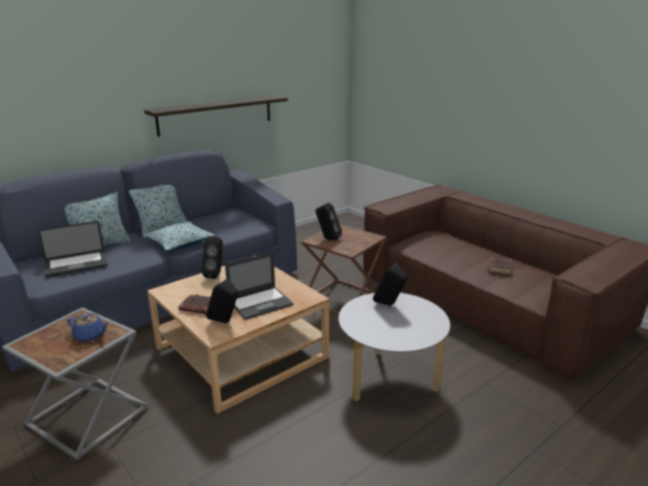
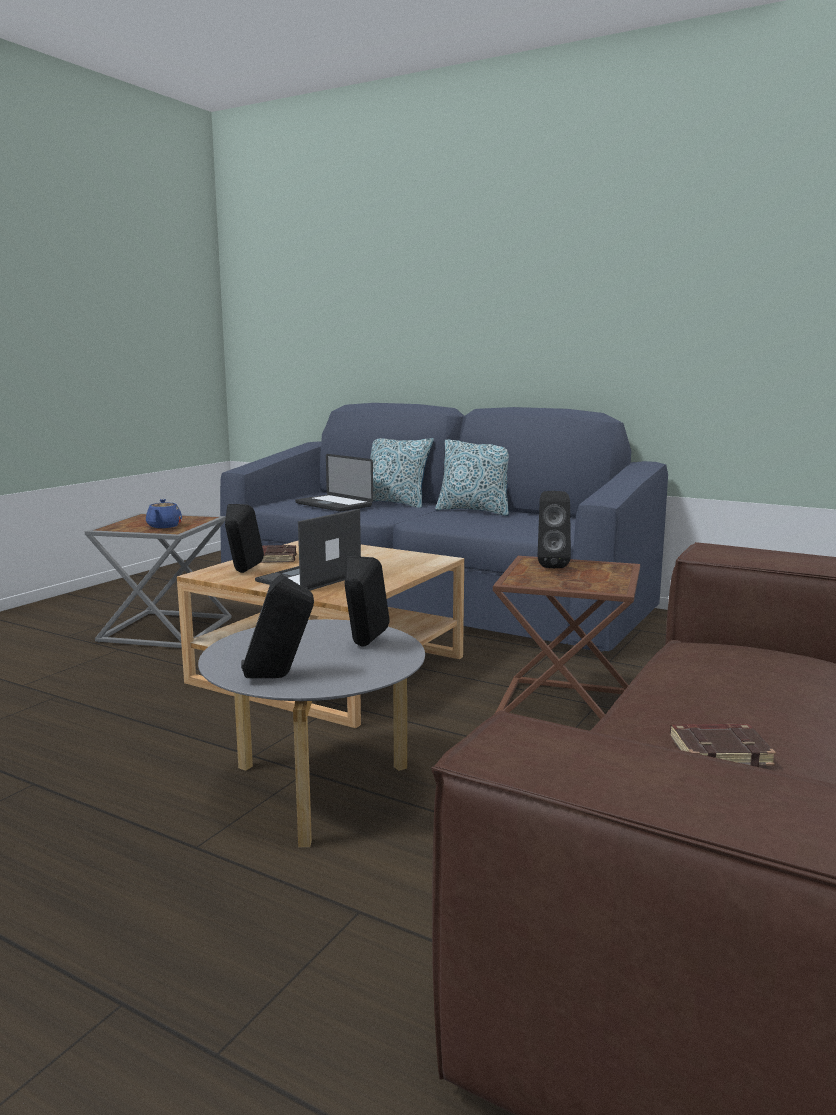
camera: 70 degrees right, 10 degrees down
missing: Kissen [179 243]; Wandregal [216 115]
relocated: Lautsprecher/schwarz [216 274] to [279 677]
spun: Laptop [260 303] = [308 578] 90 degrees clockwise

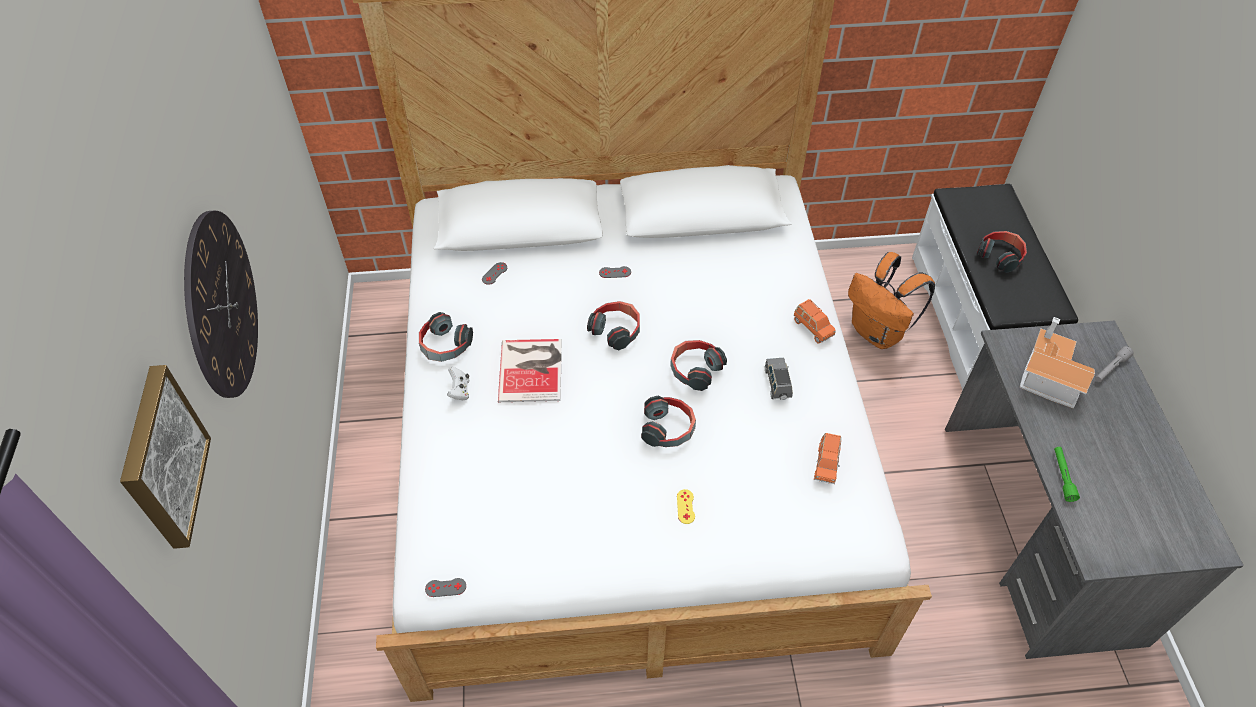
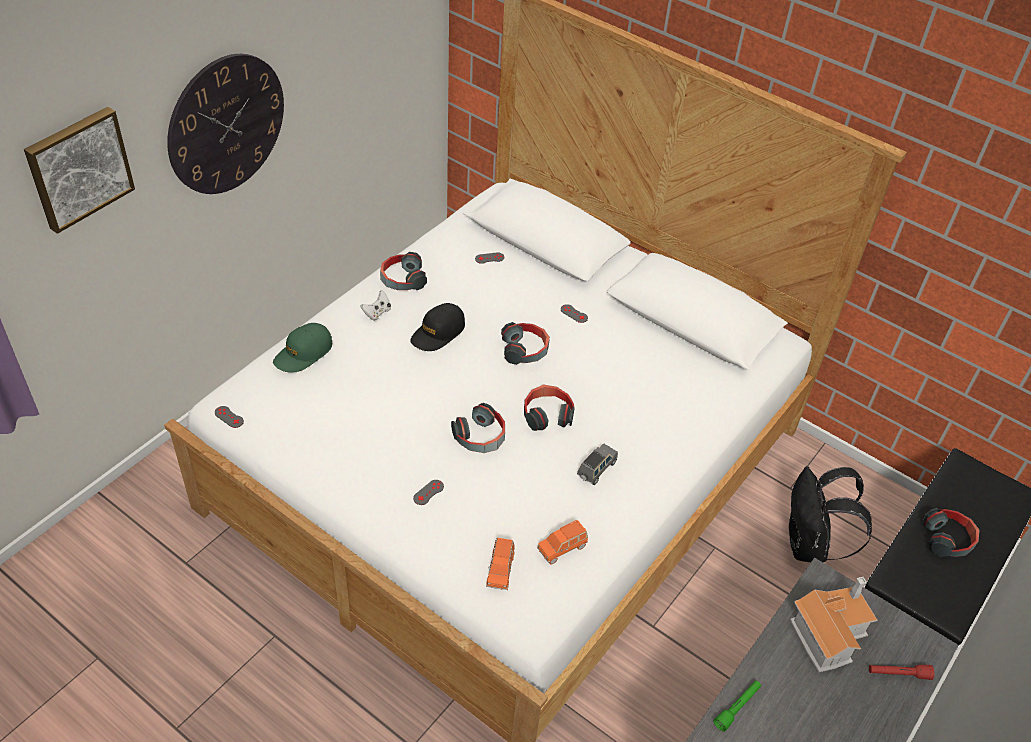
camera: 40 degrees right, 5 degrees down
appeared: Kappe/grün [303 353]
relocated: Spielzeugauto/orange [812 328] to [500 570]
exchanged: Buch [532 368] to Kappe/schwarz [438 333]
colour: Gamepad/gelb [685 506] to Gamepad/grau [428 492]; Rucksack/orange [878 333] to Rucksack/schwarz [809 546]; Taschenlampe/grau [1110 369] to Taschenlampe/rot [898 674]

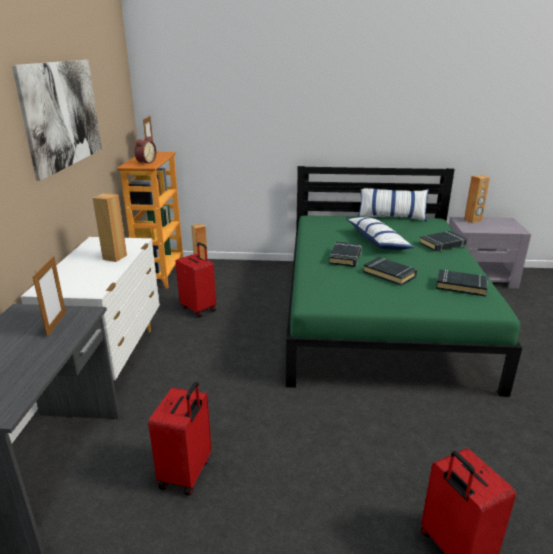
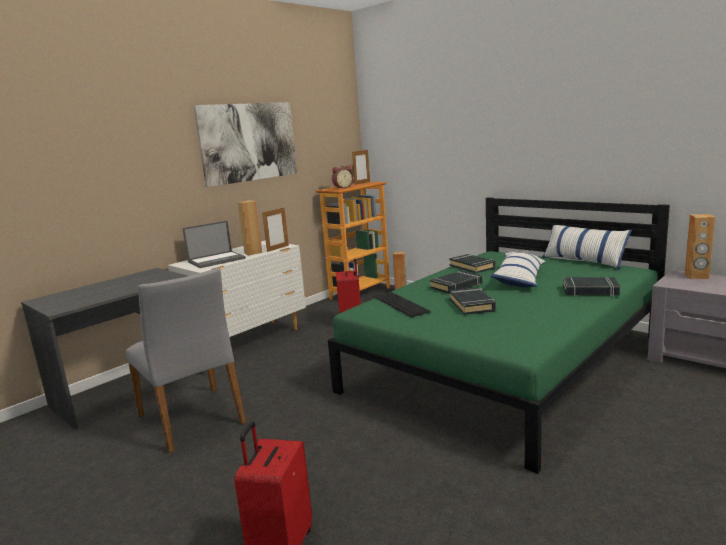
camera: 40 degrees right, 10 degrees down
appeared: Laptop [217 260]; Tastatur [400 304]
relocated: Bilderrahmen [56 324] to [278 248]; Buch/schwarz [461 286] to [472 267]
exchanged: Koffer/rot [187 473] to Stuhl/grau [193 419]

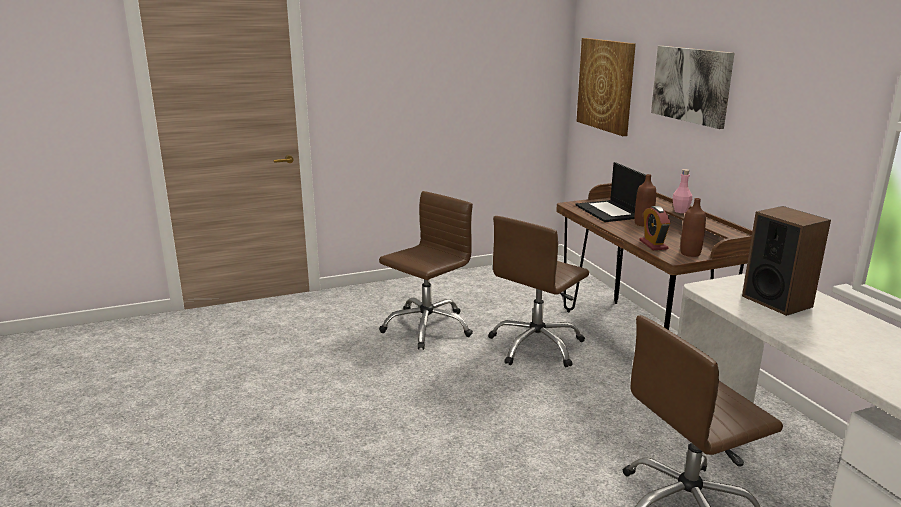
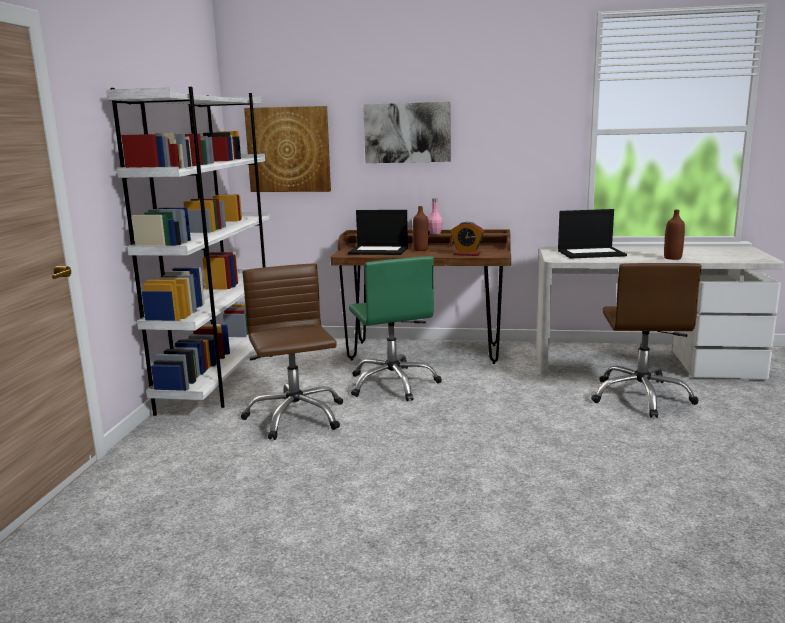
camera: 60 degrees left, 5 degrees down
appeared: Bücherregal/weiß [223 378]
relocated: Flasche/braun [690 253] to [672 258]
exchanged: Lautsprecher [777 301] to Laptop [591 253]
colour: Bürostuhl/braun [536 346] to Bürostuhl/grün [393 384]

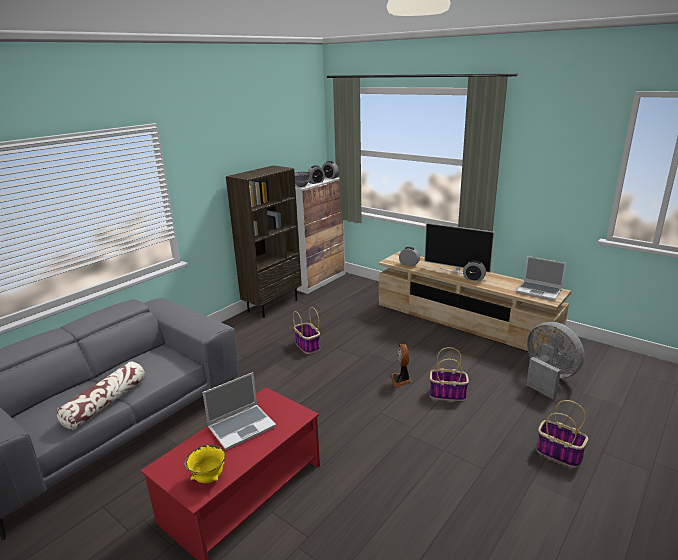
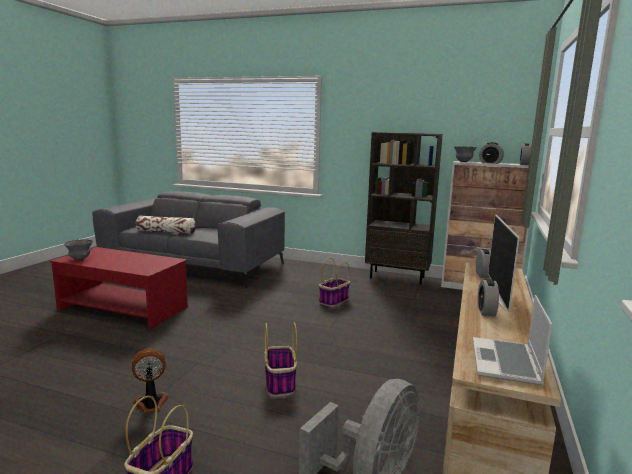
camera: 70 degrees right, 10 degrees down
missing: Laptop [242 427]
relocated: Ventilator [401 380] to [151 404]
colour: Schüssel/gelb [208 478] to Schüssel/grau [80 259]

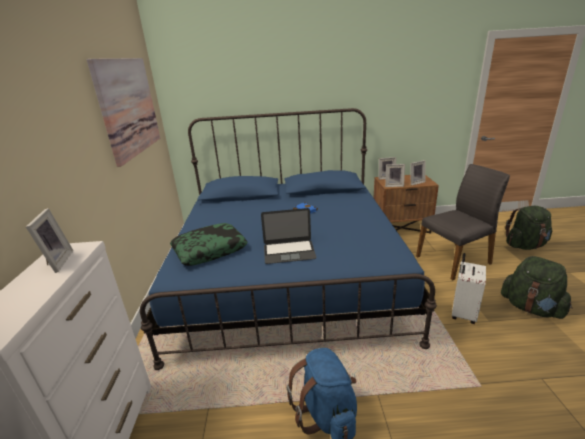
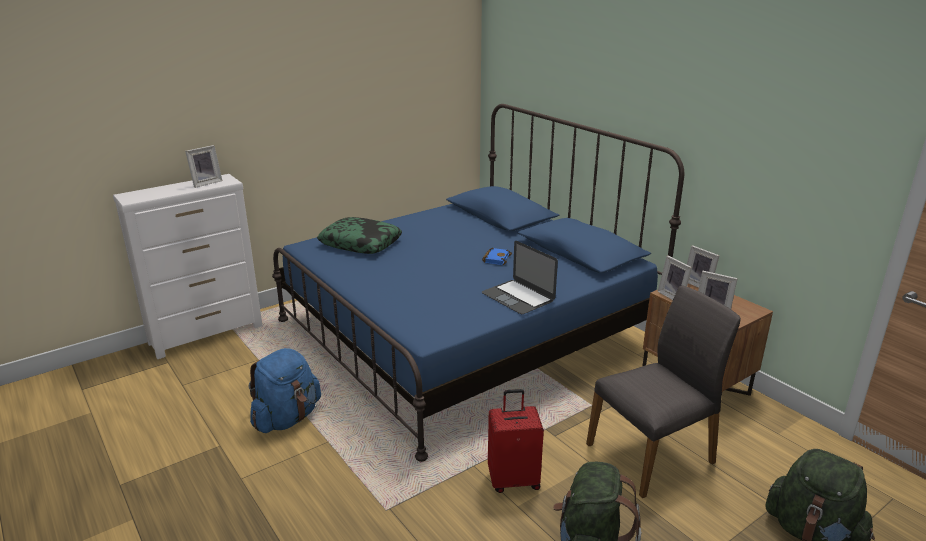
camera: 55 degrees right, 0 degrees up
missing: Bild [128 107]
relocated: Laptop [289 251] to [518 297]
colour: Koffer/weiß [462 313] to Koffer/rot [513 480]
spun: Stuhl/grau [454 260] = [652 453] 60 degrees counterclockwise

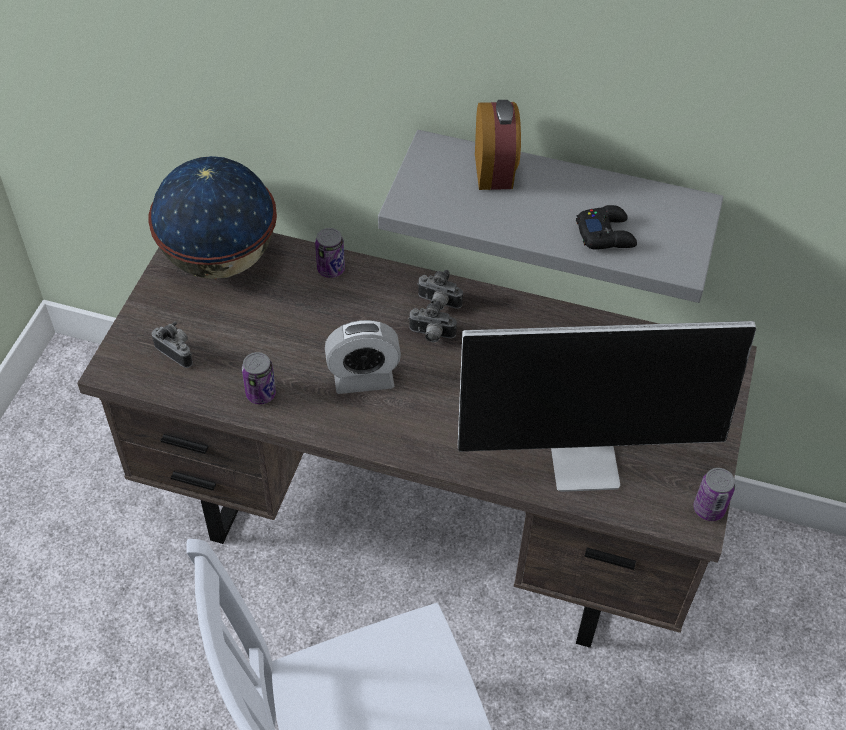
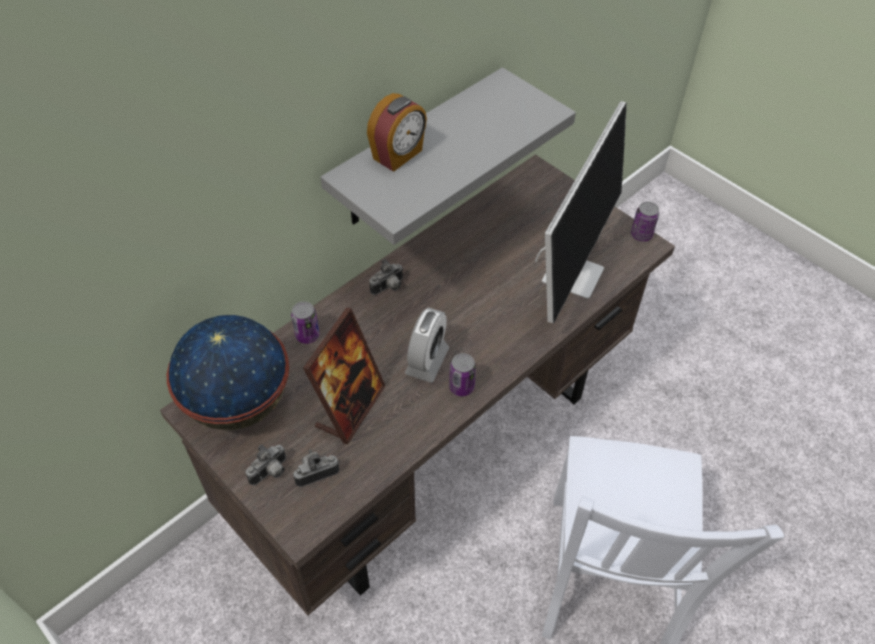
camera: 60 degrees left, 0 degrees up
missing: Gamepad/schwarz [606 234]
appeared: Bilderrahmen [350 407]
relocated: Kamera [431 335] to [270 473]; Dose [261 394] to [461 387]
spun: Wecker [495 171] = [398 155] 105 degrees clockwise

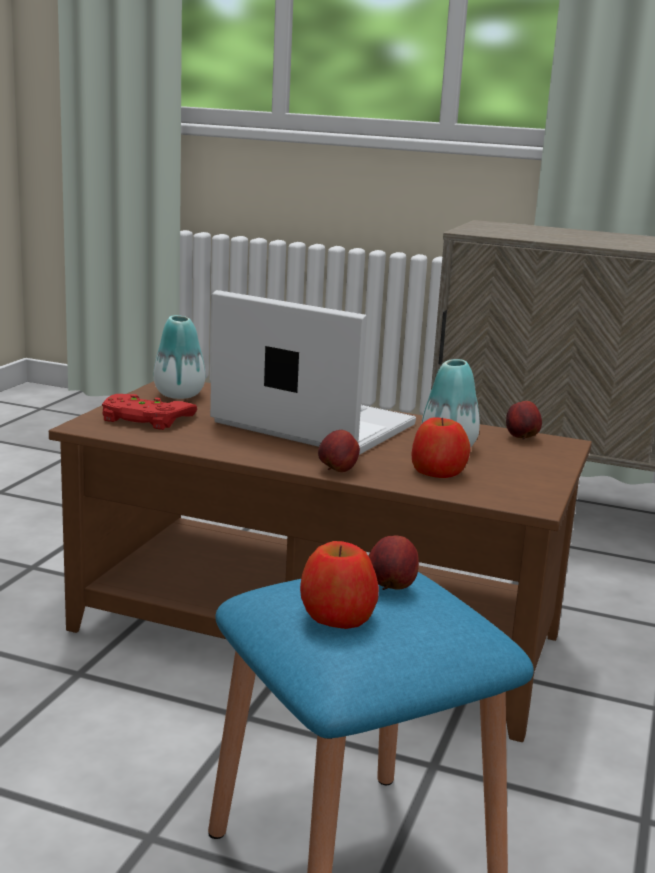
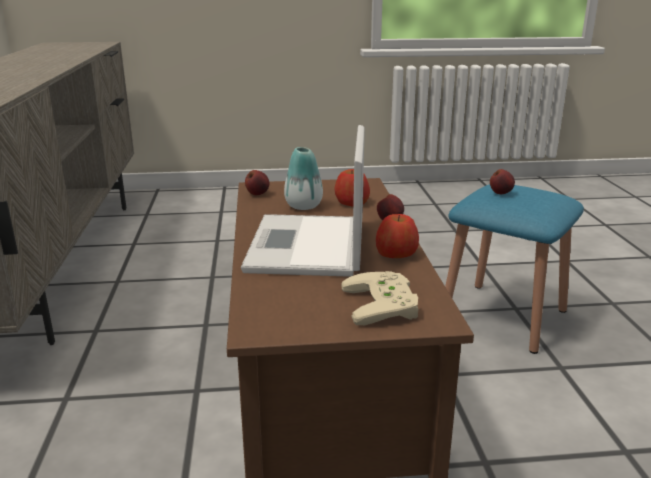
camera: 115 degrees left, 5 degrees up
missing: Vase [179 395]
relocated: Apfel [337 616] to [396 254]
colour: Gamepad/rot [144 419] to Gamepad/beige [385 304]

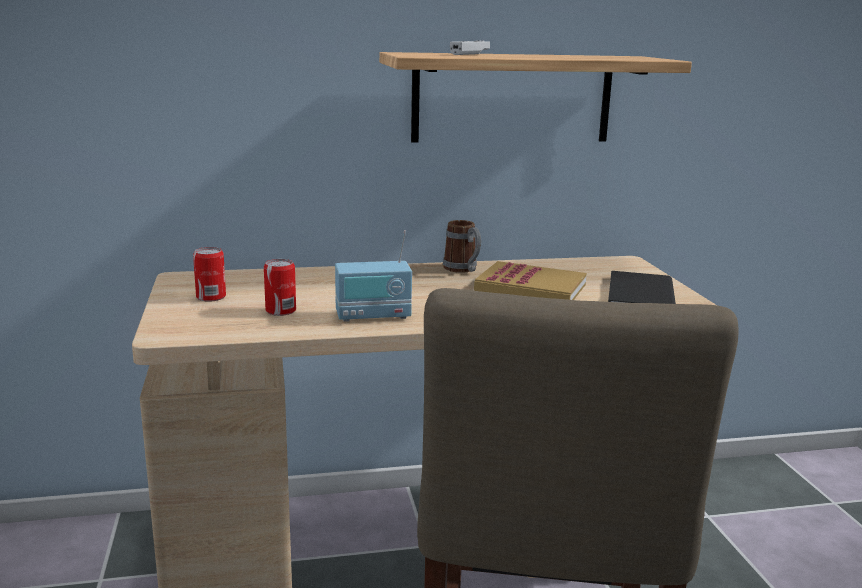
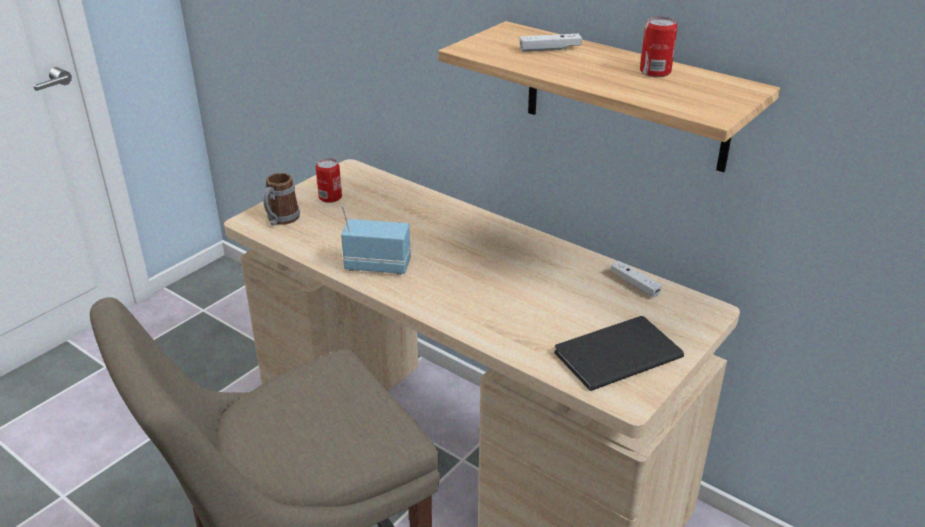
camera: 50 degrees right, 15 degrees up
missing: Buch [530 288]
appeared: Gamepad/weiß [634 284]
relocated: Henkelbecher [463 270] to [280 220]; Dose [281 311] to [655 72]
spun: Radio [373 316] = [378 266] 150 degrees clockwise

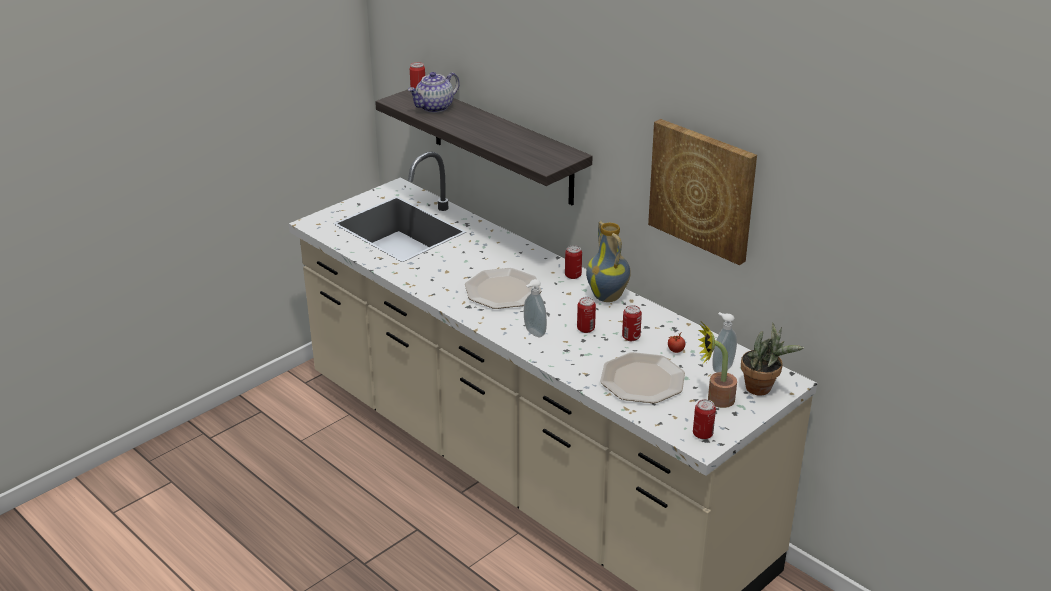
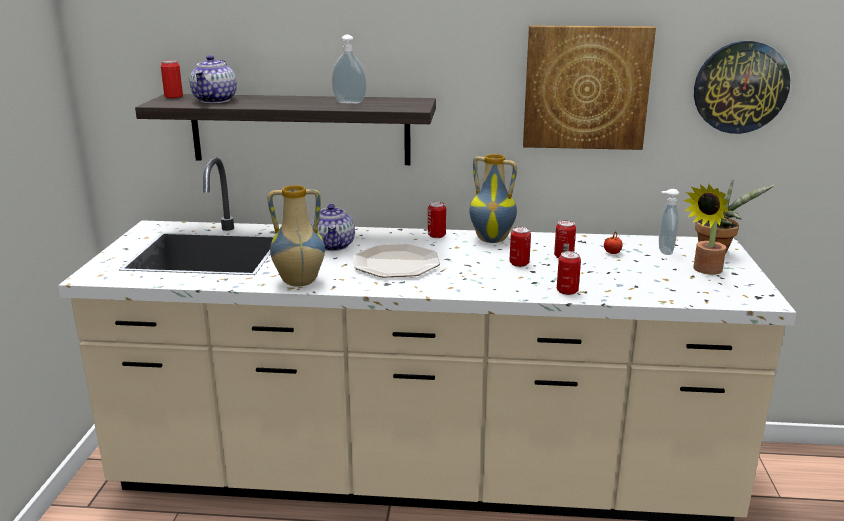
camera: 40 degrees left, 10 degrees down
missing: Teller [641 379]
appeared: Vase [299 282]; Teekanne [334 246]; Wanduhr [740 87]
relocated: Seifenspender [533 333] to [349 103]; Dose [702 434] to [567 291]

